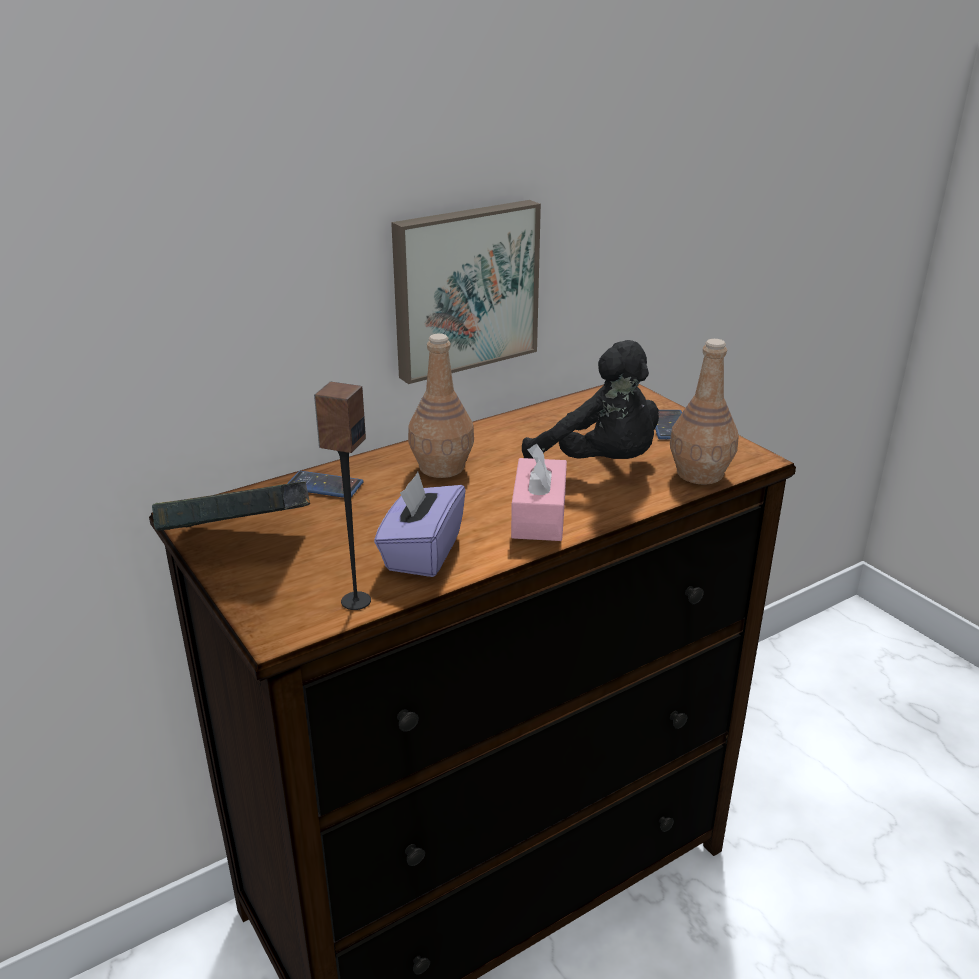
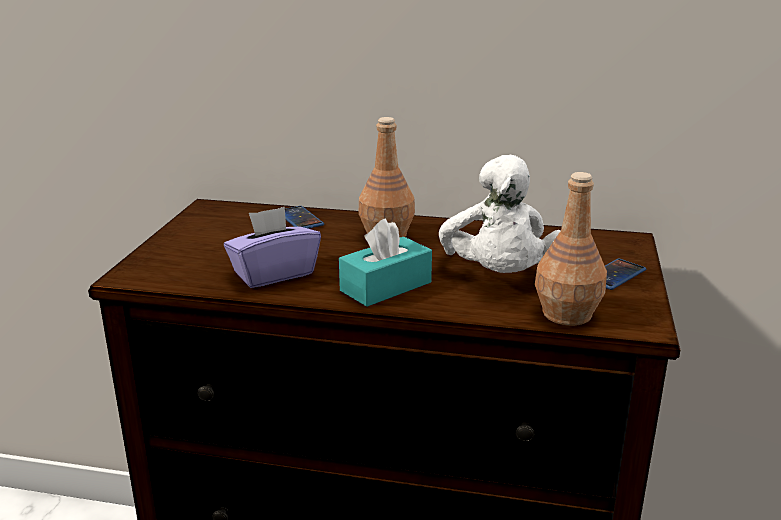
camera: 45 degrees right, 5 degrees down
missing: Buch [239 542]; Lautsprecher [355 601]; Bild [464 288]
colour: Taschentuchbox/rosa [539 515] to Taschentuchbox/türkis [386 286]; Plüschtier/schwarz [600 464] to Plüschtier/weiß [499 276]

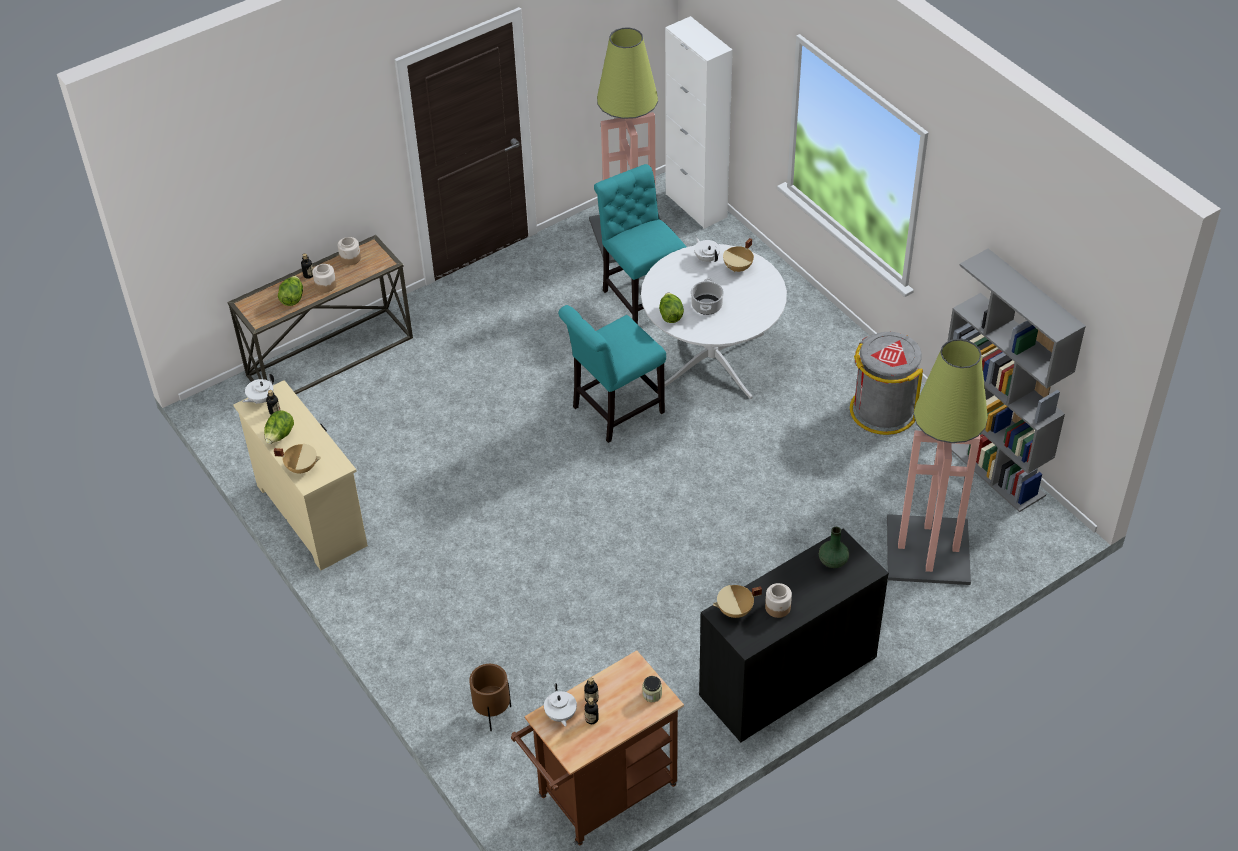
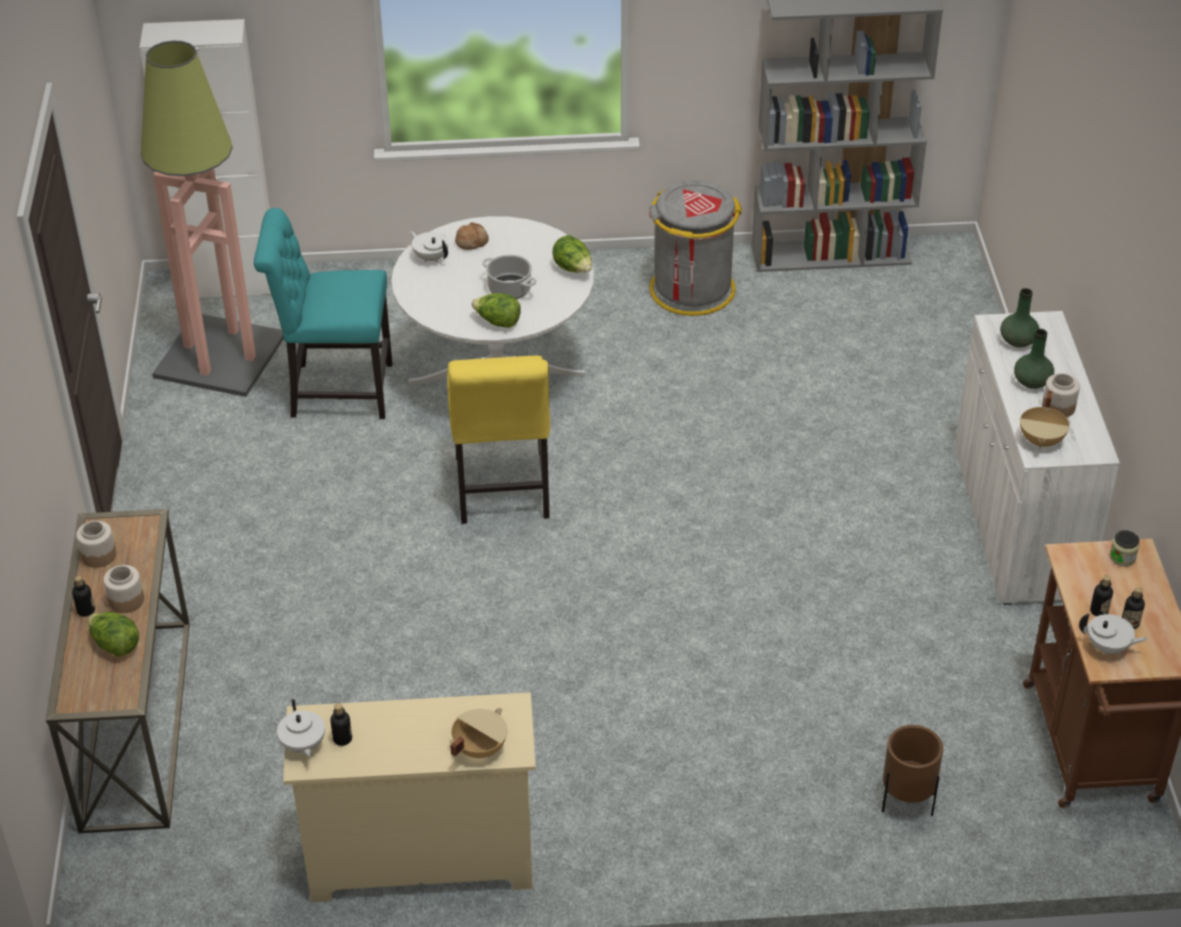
camera: 60 degrees left, 5 degrees down
missing: Stehlampe [929 551]
appeared: Vase/grün [1032 381]
relocated: Salatkopf [280 436] to [573 269]
exchanged: Kochtopf/beige [738 268] to Brot [472 241]
colour: Stuhl/türkis [614 412] to Stuhl/gelb [502 492]; Schrank/schwarz [787 677] to Schrank/weiß [1018 523]
spun: Teekanne/weiß [707 258] = [431 257] 45 degrees clockwise

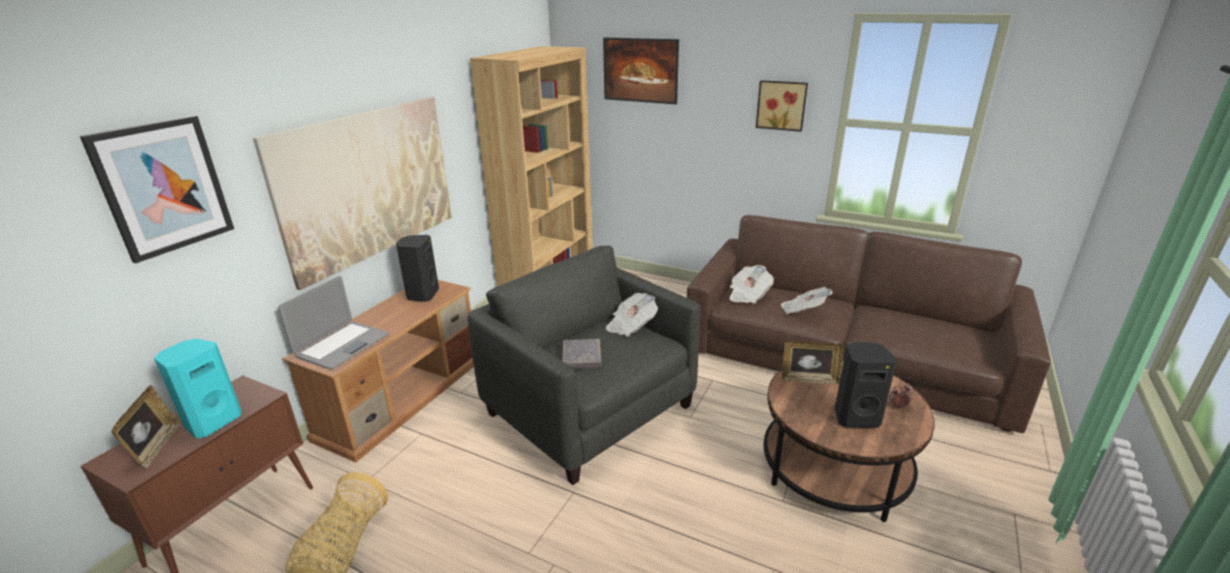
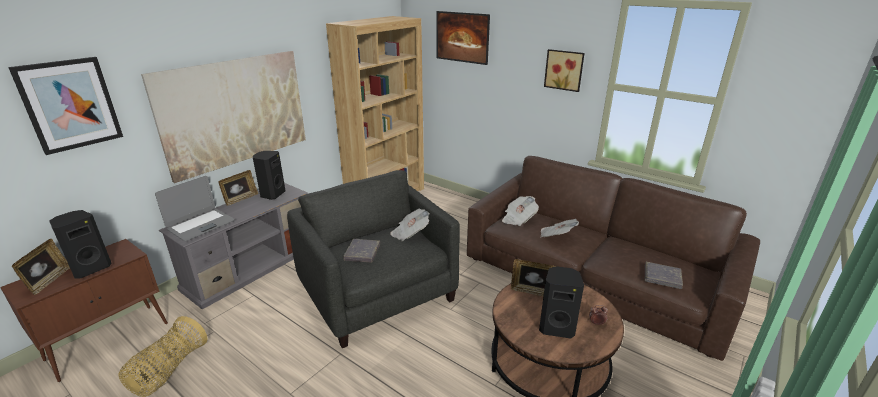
camera: 10 degrees right, 0 degrees up
appeared: Bilderrahmen [240 199]; Buch/grau [662 277]
colour: Lautsprecher/türkis [212 422] to Lautsprecher/schwarz [90 268]; Fernsehschrank/braun [403 396] to Fernsehschrank/grau [253 266]

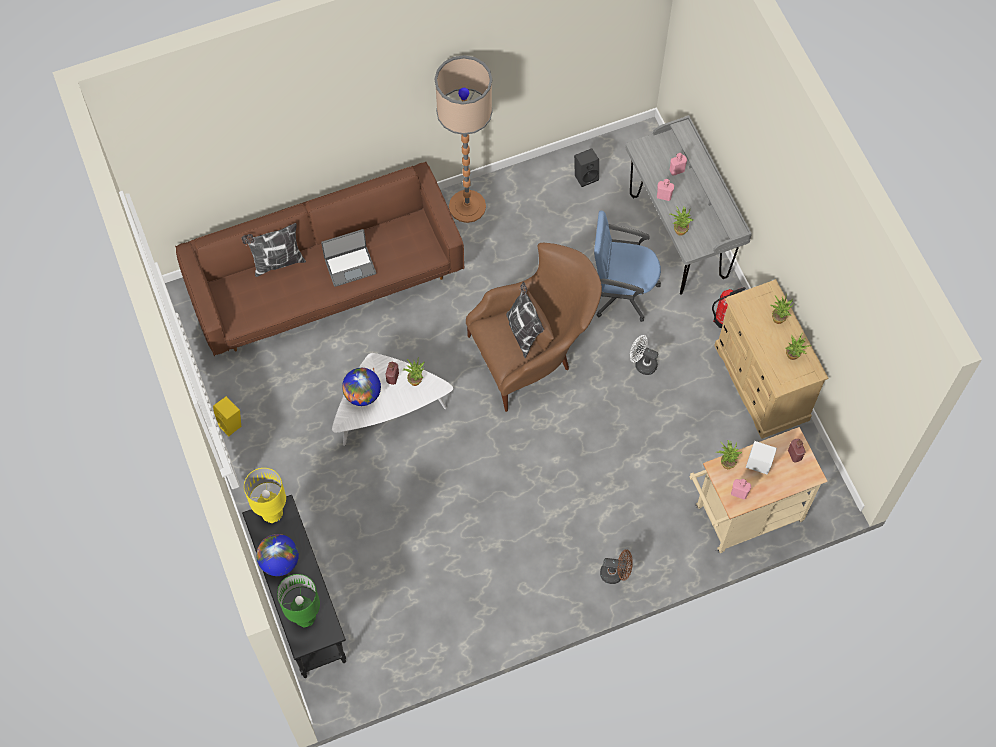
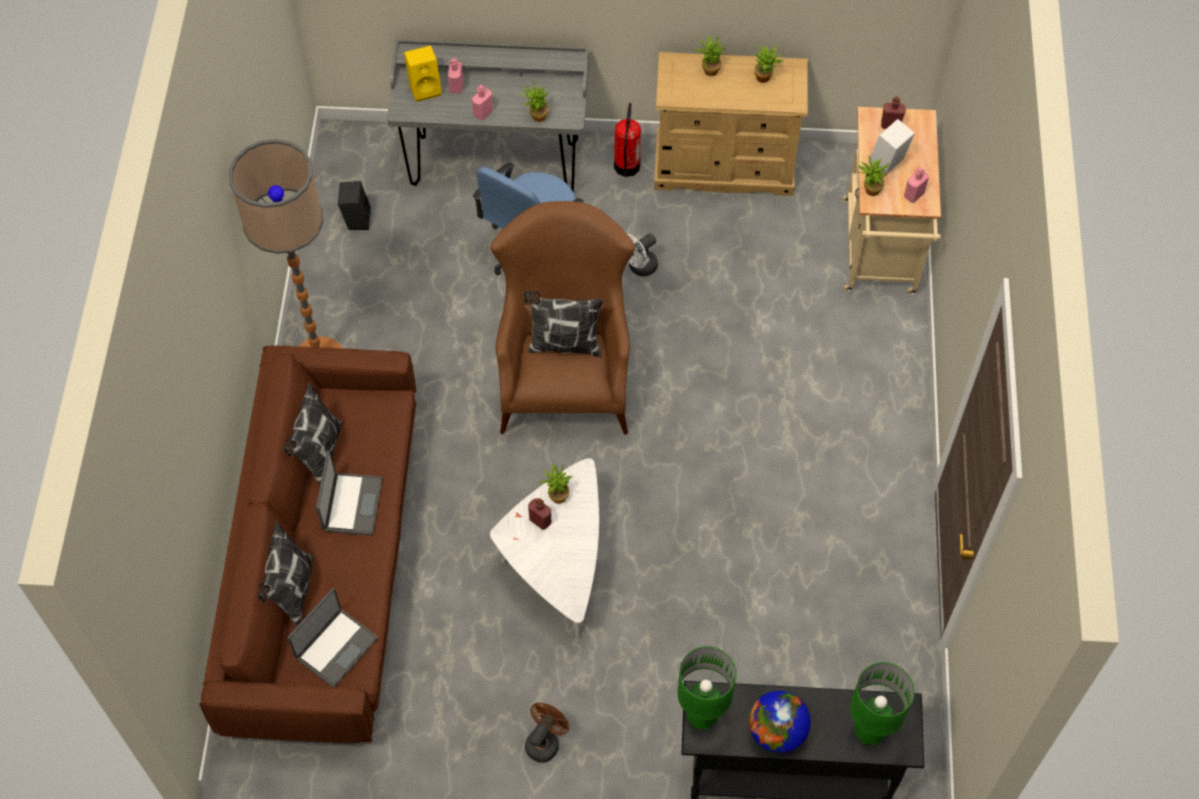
camera: 65 degrees left, 5 degrees down
missing: Globus [362 394]
appeared: Kissen [319 454]; Laptop [335 647]
relocated: Lautsprecher/gelb [231 423] to [425 88]; Ventilator/braun [615 573] to [545 741]
colour: Tischlampe/gelb [272 513] to Tischlampe/grün [702 715]

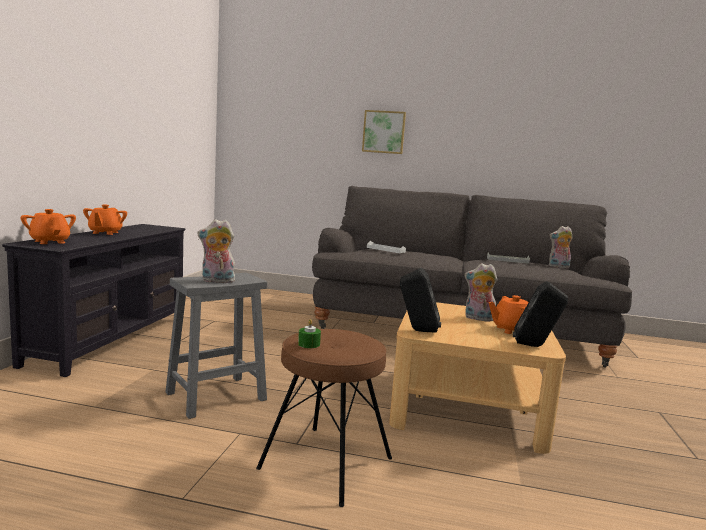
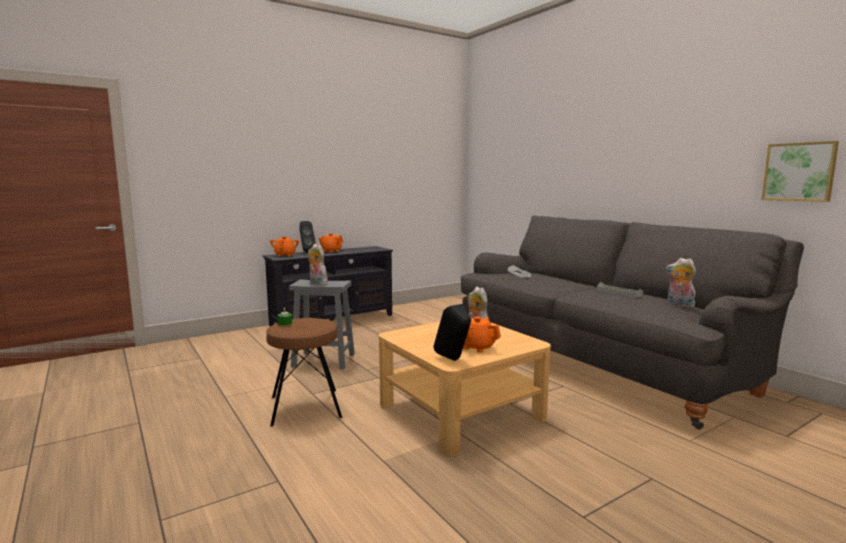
camera: 45 degrees right, 0 degrees up
relocated: Lautsprecher/schwarz [417 331] to [306 252]; Bild [384 132] to [799 172]

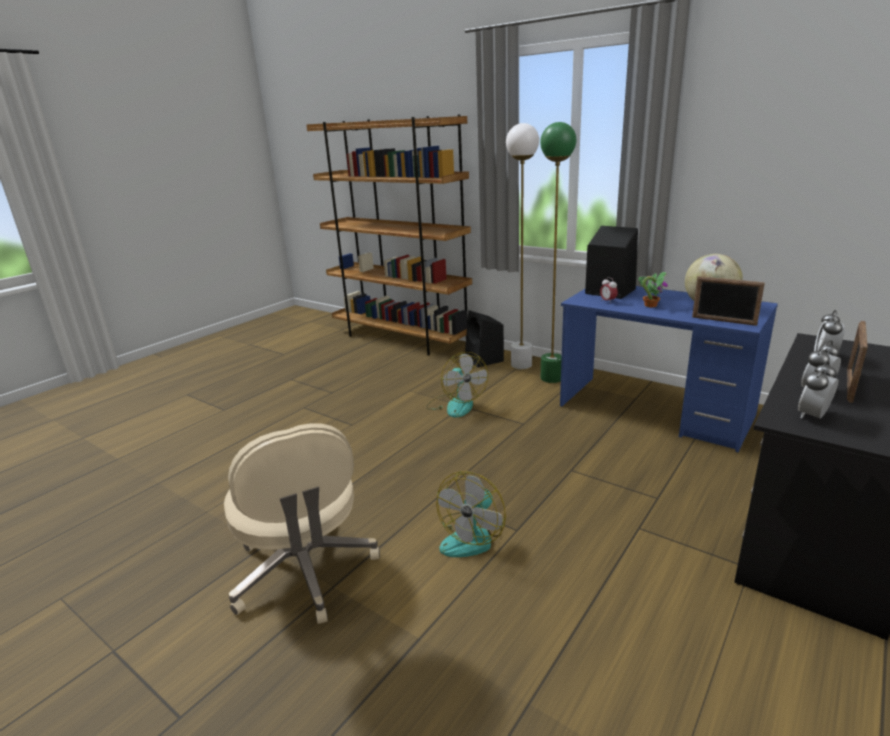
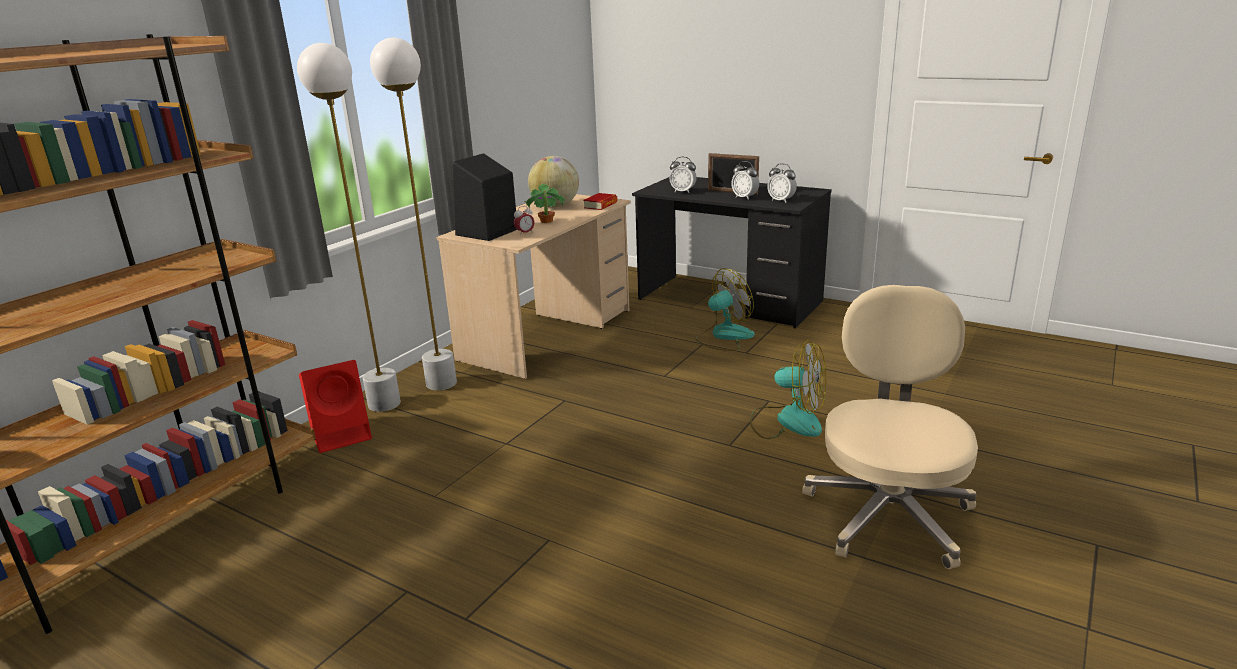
camera: 95 degrees left, 0 degrees up
relocated: Ventilator [456 405] to [724 336]
exchanged: Bilderrahmen [723 321] to Buch [600 205]
colour: Lautsprecher/schwarz [484 359] to Lautsprecher/rot [343 434]; Stehlampe/grün [551 378] to Stehlampe/weiß [441 383]; Schreibtisch/blau [654 411] to Schreibtisch/beige [548 334]
spun: Bürostuhl/beige [305 571] = [888 513] 45 degrees counterclockwise

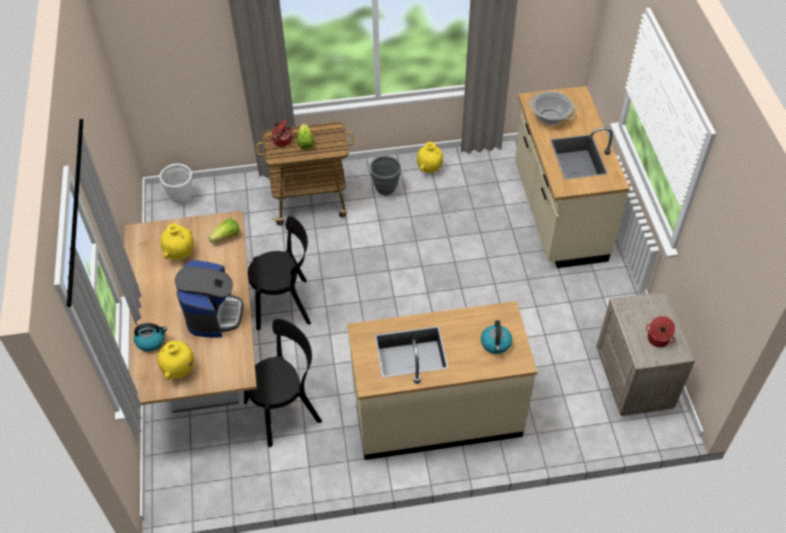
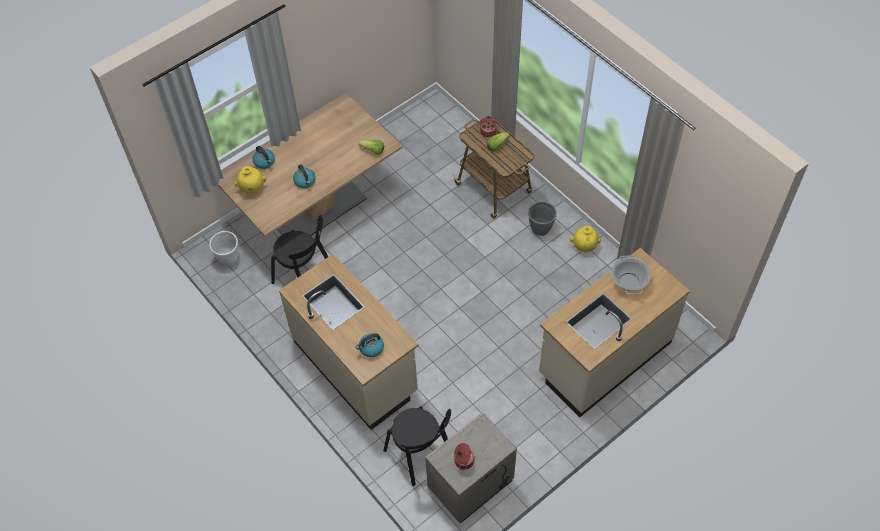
camera: 60 degrees right, 5 degrees up
missing: Vase/gelb [180 253]
relocated: Pflanzkübel/weiß [182 197] to [229 259]; Stuhl/schwarz [285 304] to [420 455]
exchanged: Kaffeemaschine [214 314] to Wasserkessel [305 181]

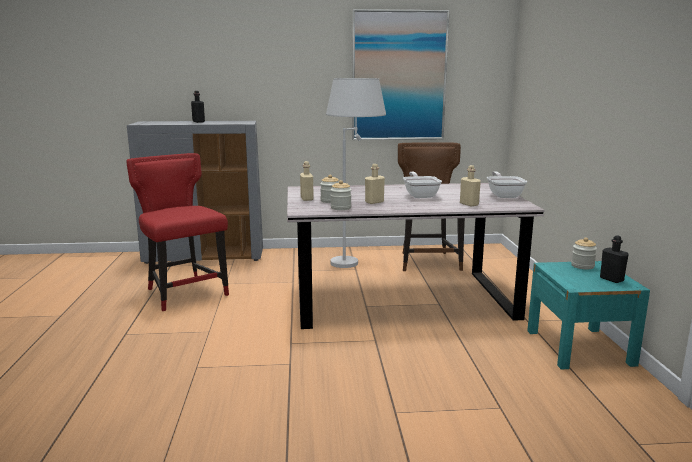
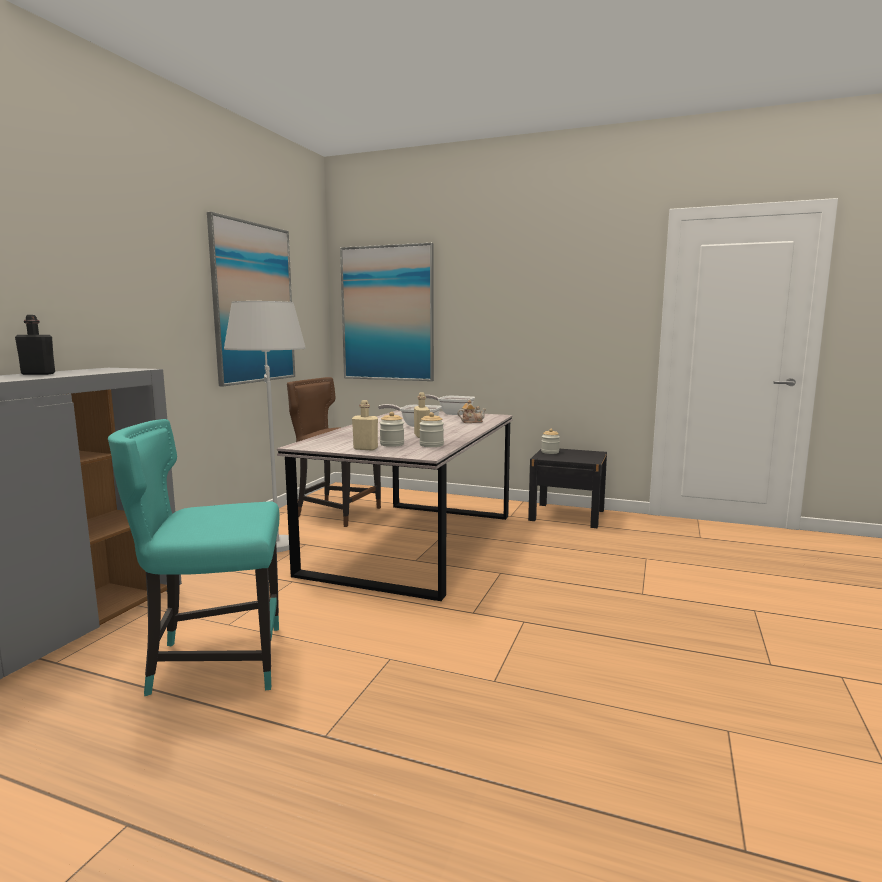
camera: 65 degrees left, 5 degrees down
missing: Flasche/schwarz [611 279]
appeared: Bild [387 313]
exchanged: Flasche/beige [469 204] to Teekanne [471 422]
colour: Stuhl/rot [184 292] to Stuhl/türkis [215 662]; Nachttisch/türkis [579 347] to Nachttisch/schwarz [567 515]

